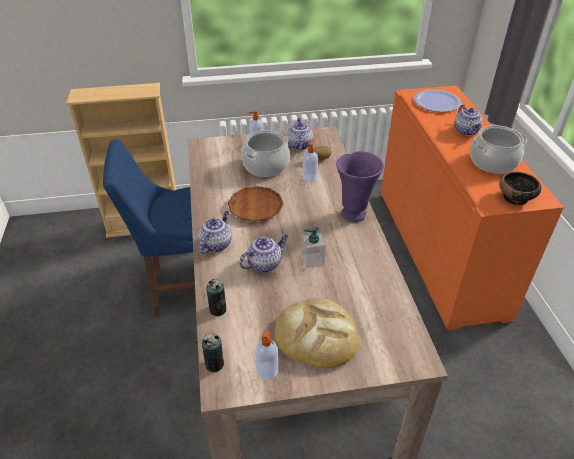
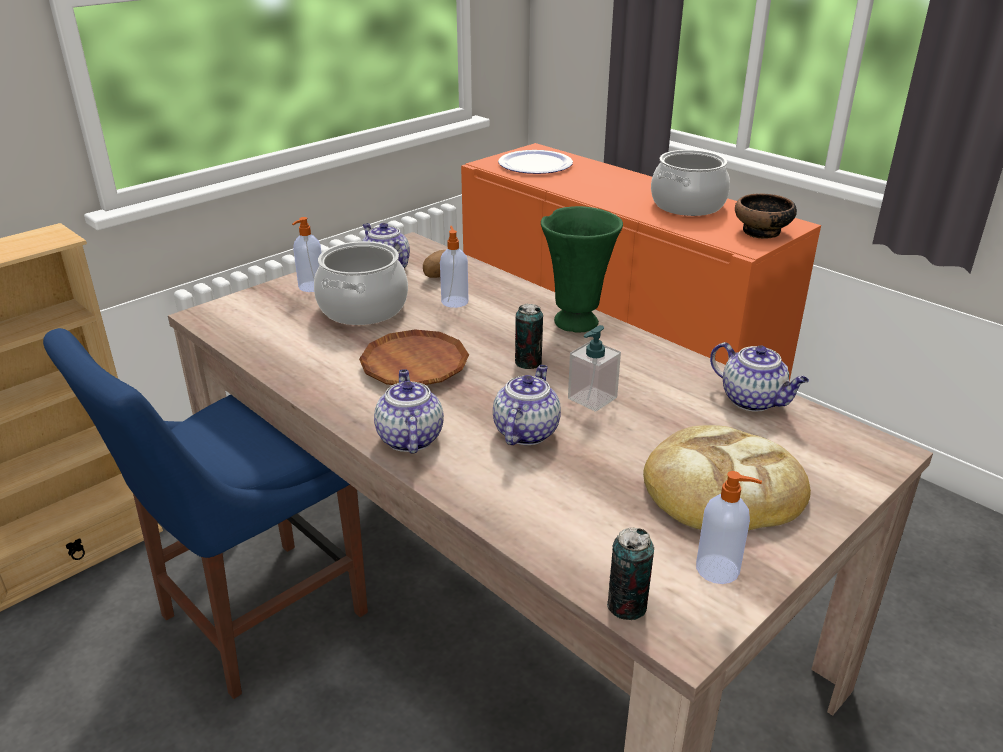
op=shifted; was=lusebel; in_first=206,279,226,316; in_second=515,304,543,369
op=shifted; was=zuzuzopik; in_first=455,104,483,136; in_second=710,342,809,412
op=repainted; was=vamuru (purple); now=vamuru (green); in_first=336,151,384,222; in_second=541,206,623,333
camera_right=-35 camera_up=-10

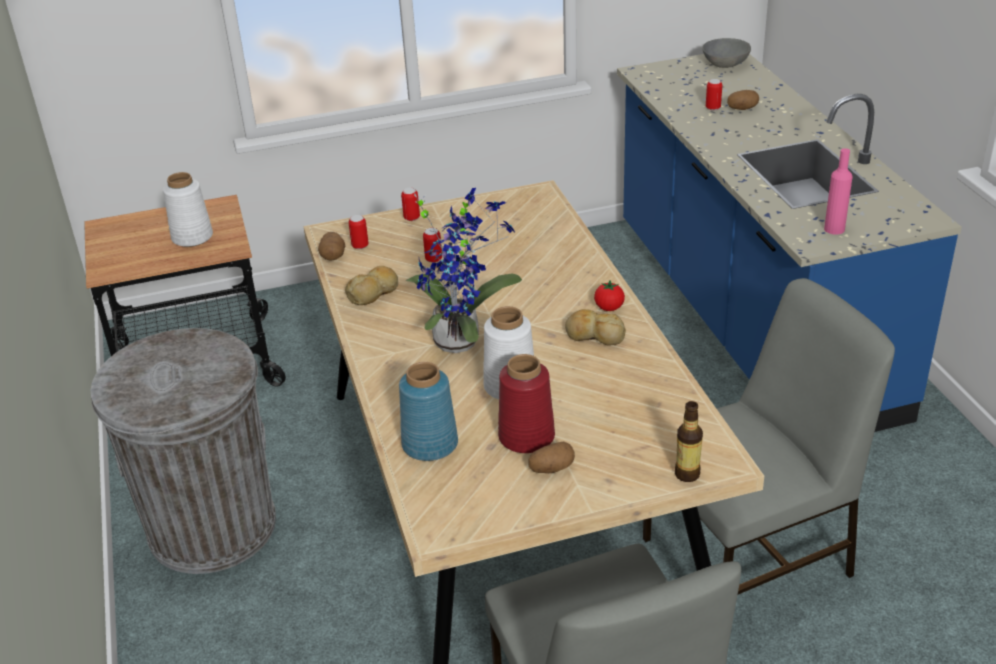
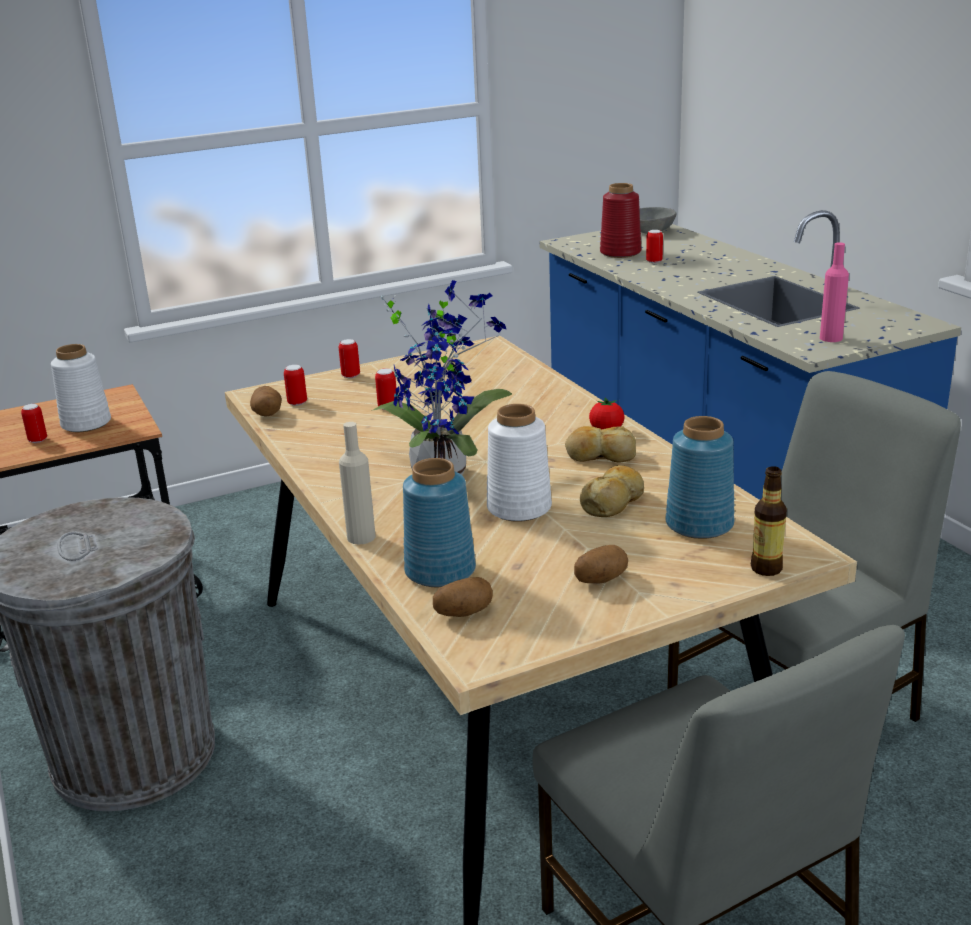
op=new; now=lusebel; in_second=21,404,47,443
op=new; now=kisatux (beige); in_second=339,422,376,545
op=new; now=vamuru (blue); in_second=665,416,734,539
op=shifted; was=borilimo; in_first=345,266,398,305; in_second=580,465,644,517
op=shifted; was=vamuru (red); in_first=498,354,555,453; in_second=600,183,641,258
op=shifted; was=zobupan; in_first=727,90,759,110; in_second=433,577,493,617
camera_right=-10 camera_up=-10

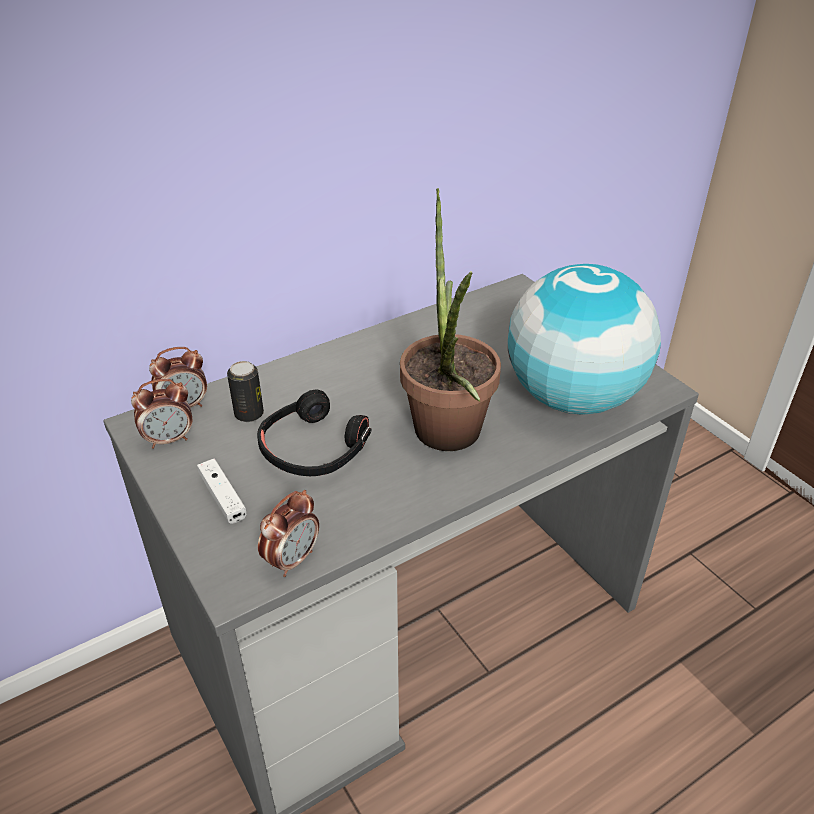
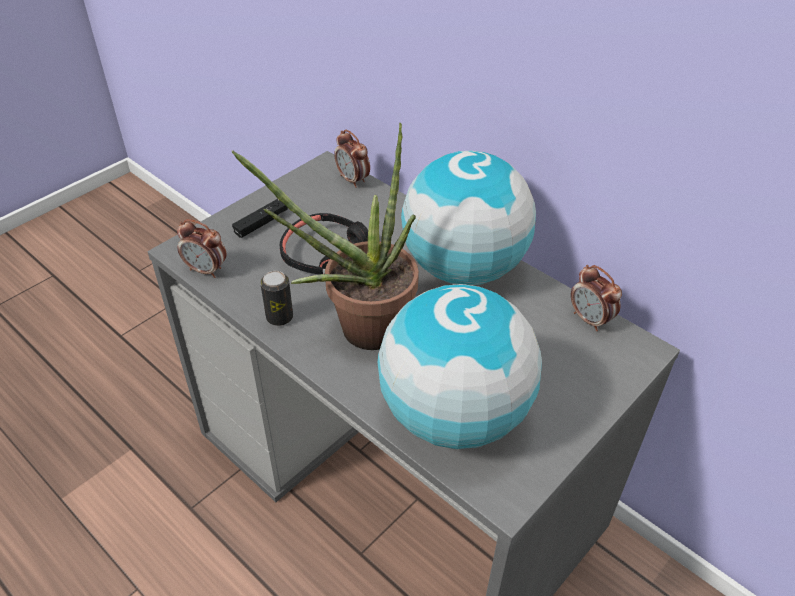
op=new; now=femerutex; in_second=401,151,536,285
op=shifted; was=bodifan; in_first=131,379,192,449; in_second=571,265,622,331
op=shifted; was=lusebel; in_first=227,361,264,422; in_second=260,271,293,326
op=repainted; was=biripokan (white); now=biripokan (black); in_first=197,459,246,524; in_second=232,199,288,238
camera_right=75 camera_up=5

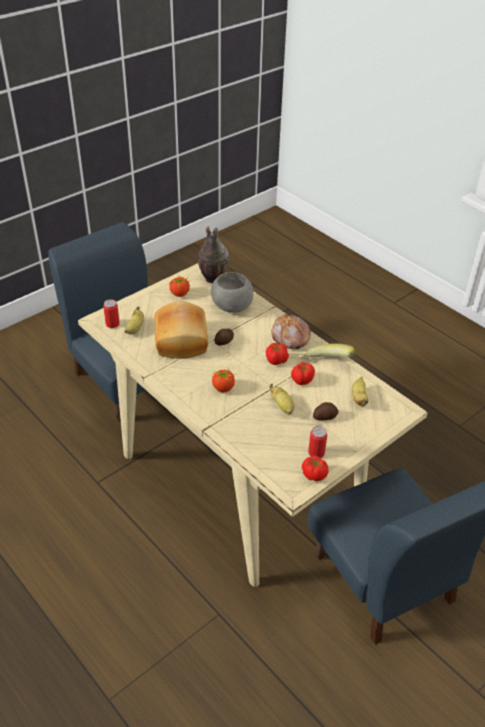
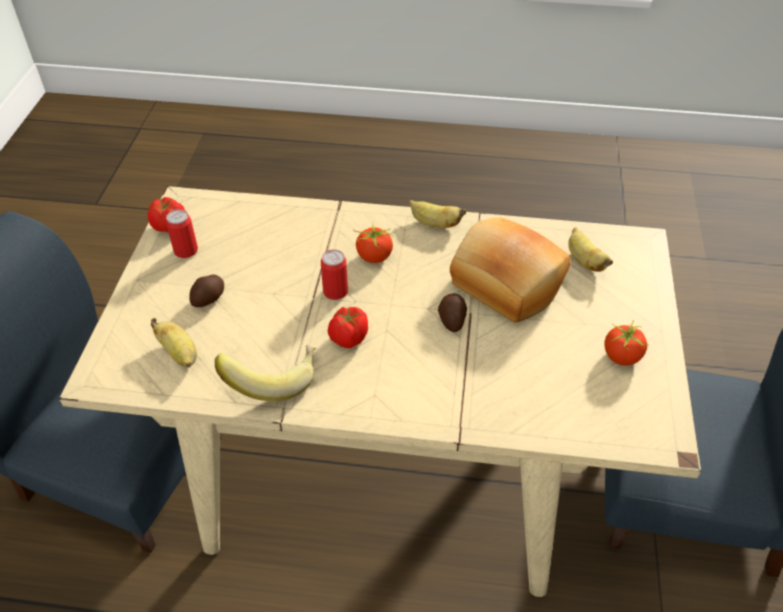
op=gone; was=vamuru; in_first=197,227,229,284
op=gone; was=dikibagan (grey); in_first=211,272,254,313
op=gone; was=borilimo; in_first=271,314,311,350
op=gone; was=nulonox; in_first=291,362,315,385
op=shifted; was=lusebel; in_first=103,299,120,328; in_second=321,249,348,300
op=shifted; was=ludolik; in_first=269,384,294,414; in_second=409,200,466,228
camera_right=140 camera_up=5

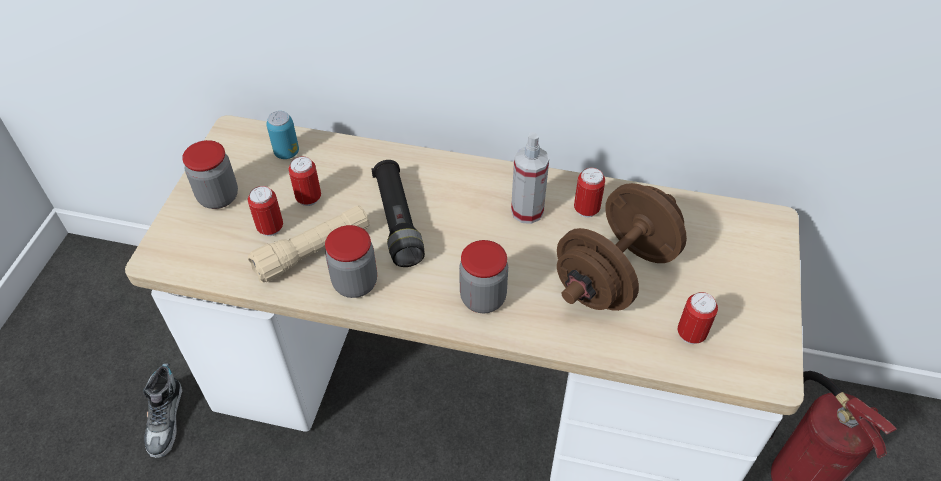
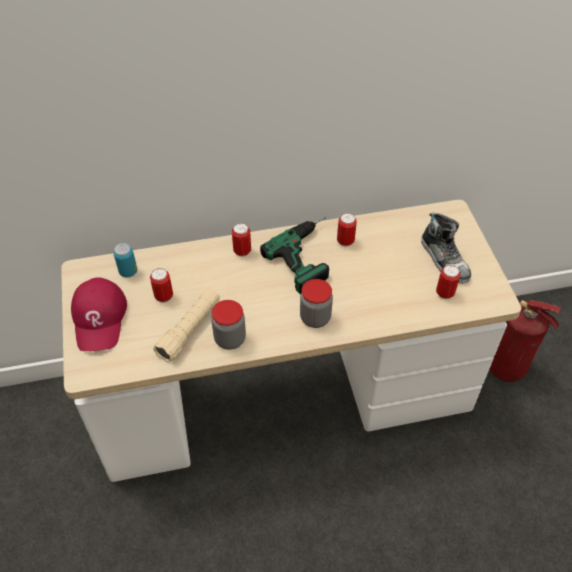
op=gone; was=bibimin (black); in_first=371,160,425,267
op=gone; was=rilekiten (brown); in_first=557,183,687,311
op=shifted; was=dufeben; in_first=143,364,183,458; in_second=421,212,471,284
op=shifted; was=lusebel; in_first=248,186,283,236; in_second=232,223,251,257
op=swapped; was=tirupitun; now=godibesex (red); in_first=182,140,238,209; in_second=71,277,127,351
op=swapped; was=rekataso; now=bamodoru; in_first=511,132,549,224; in_second=260,217,329,294
camera_right=-25 camera_up=0

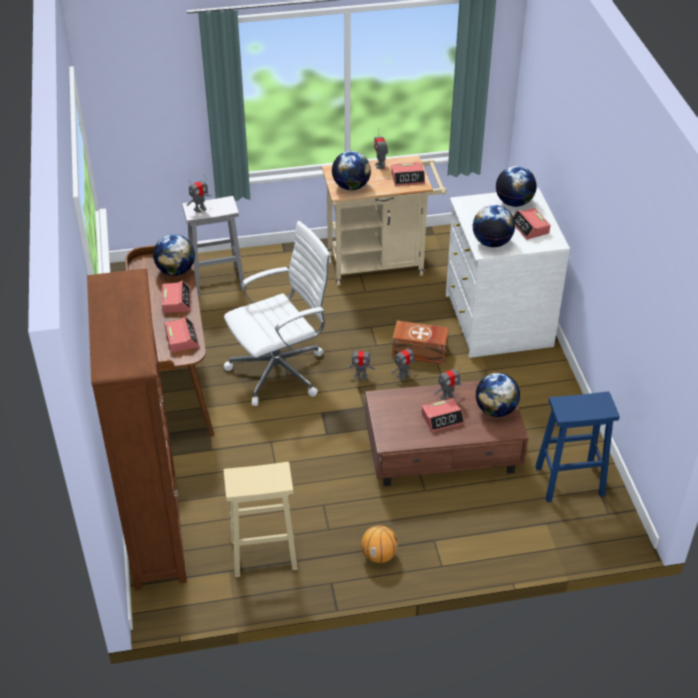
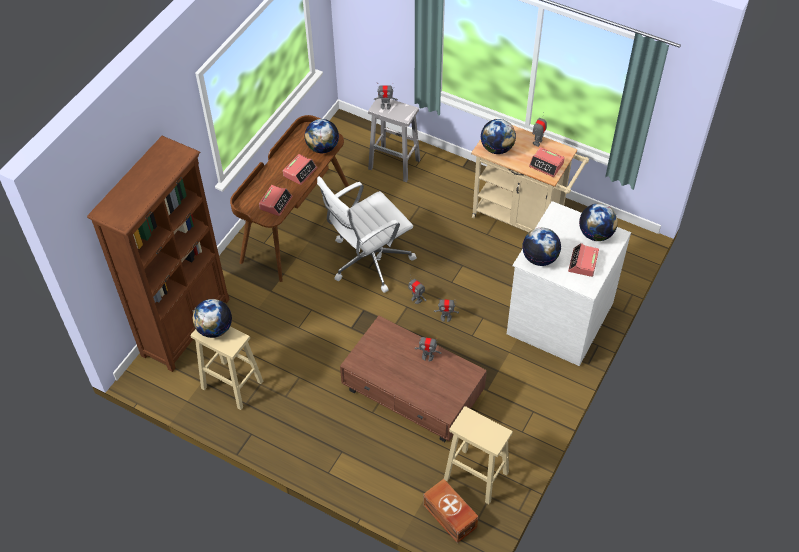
op=gone; was=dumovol; in_first=361,525,398,563
op=gone; was=bodifan; in_first=422,398,464,432
op=shifted; was=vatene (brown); in_first=392,321,449,364; in_second=423,479,479,543
op=shifted; was=femerutex; in_first=475,373,520,417; in_second=192,299,232,338
op=repainted; was=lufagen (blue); now=lufagen (beige); in_first=535,392,619,502; in_second=444,406,513,504
op=rotated; was=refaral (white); in_first=224,221,331,406; in_second=317,176,417,293; clockwise=135
camera_right=40 camera_up=10

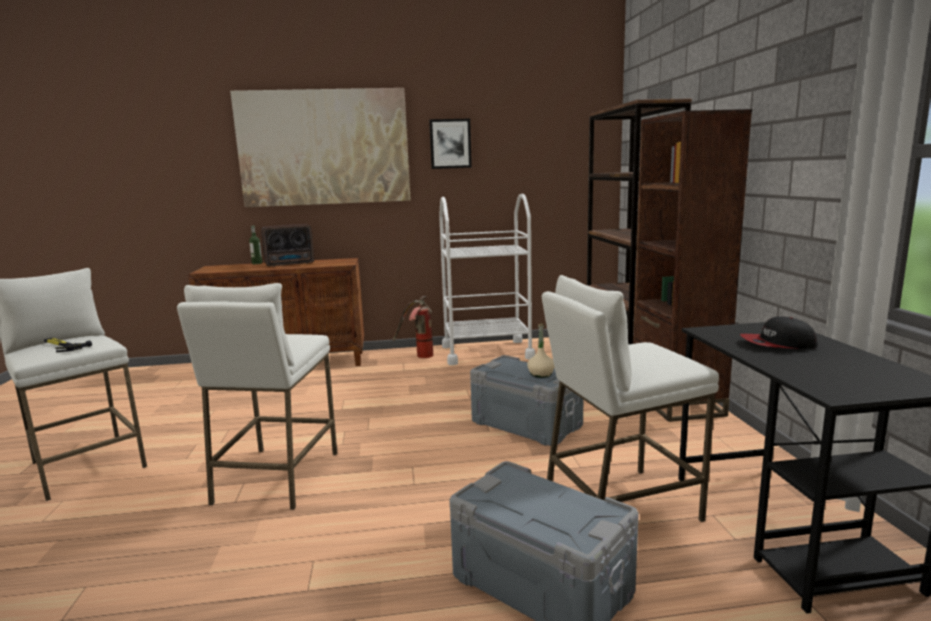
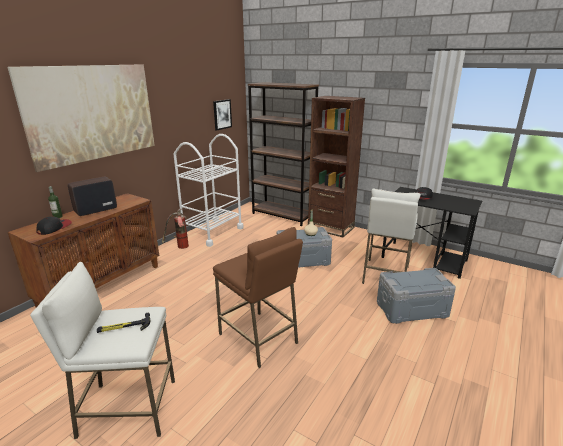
op=new; now=godibesex; in_second=36,216,72,235
op=shifted; was=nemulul; in_first=429,118,472,169; in_second=213,99,232,130
op=repainted; was=lufagen (white); now=lufagen (brown); in_first=177,283,337,510; in_second=213,227,303,368
op=rotated; was=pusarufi; in_first=261,224,314,267; in_second=68,177,117,216; clockwise=-150
camera_right=-50 camera_up=10

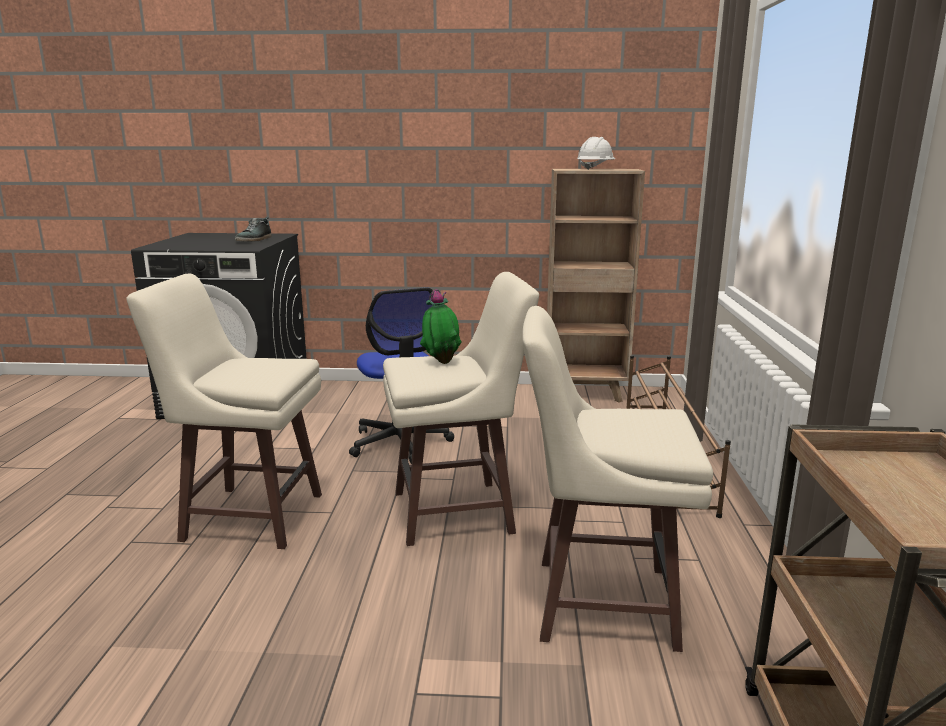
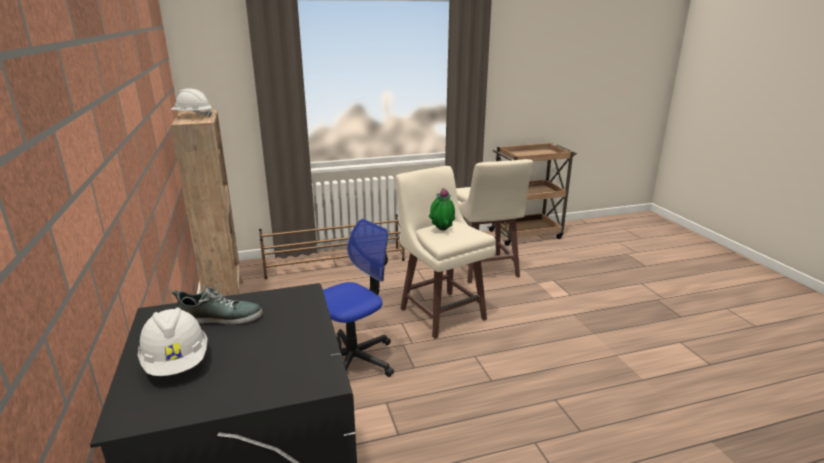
op=gone; was=lufagen (beige); in_first=126,274,322,549
op=new; now=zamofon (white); in_second=138,307,208,376
camera_right=-110 camera_up=5

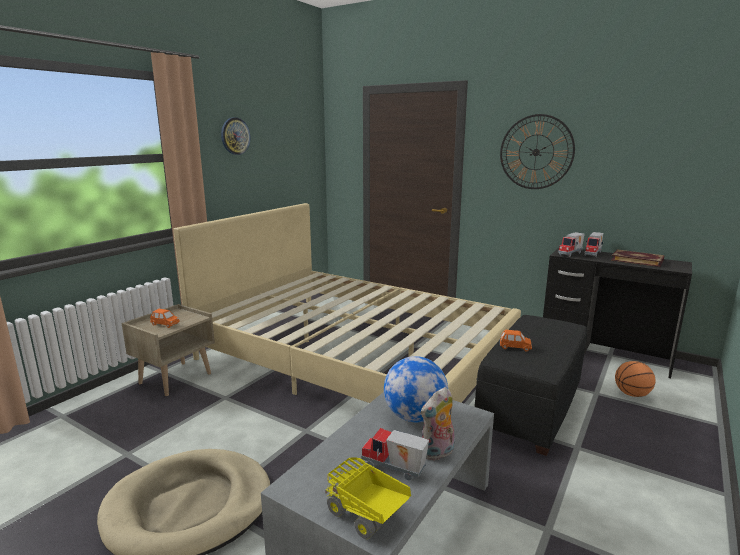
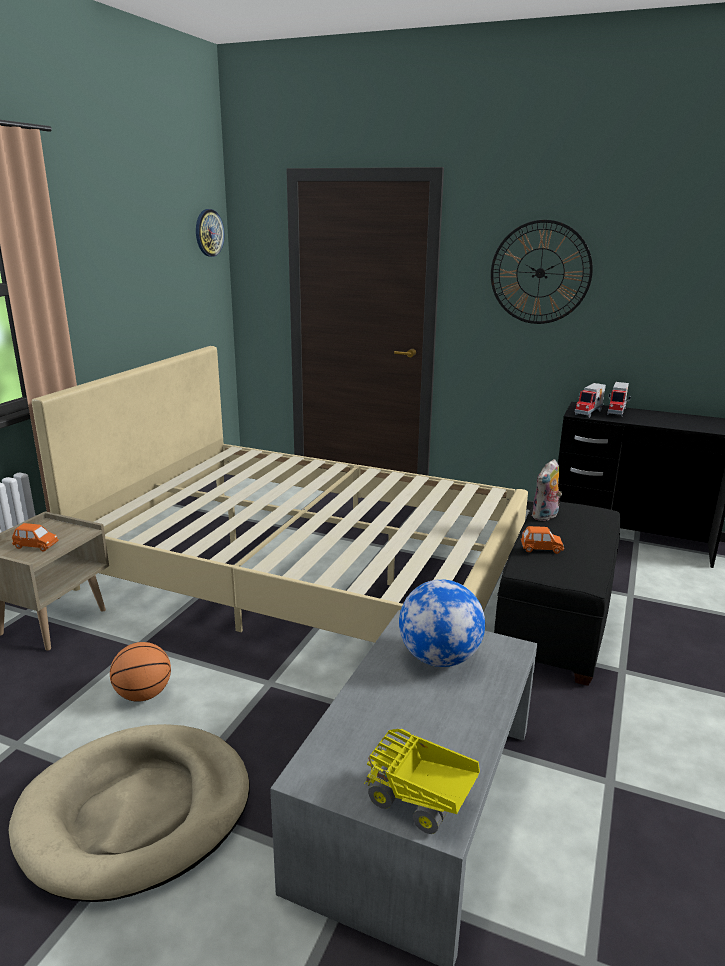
op=gone; was=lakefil; in_first=361,428,429,481
op=gone; was=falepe; in_first=611,249,664,267
op=shifted; was=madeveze; in_first=221,117,250,155; in_second=196,209,224,257
op=shifted; was=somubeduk; in_first=421,387,455,460; in_second=532,459,562,521
op=shifted; was=dumovol; in_first=615,361,655,397; in_second=110,642,171,702
camera_right=-10 camera_up=5

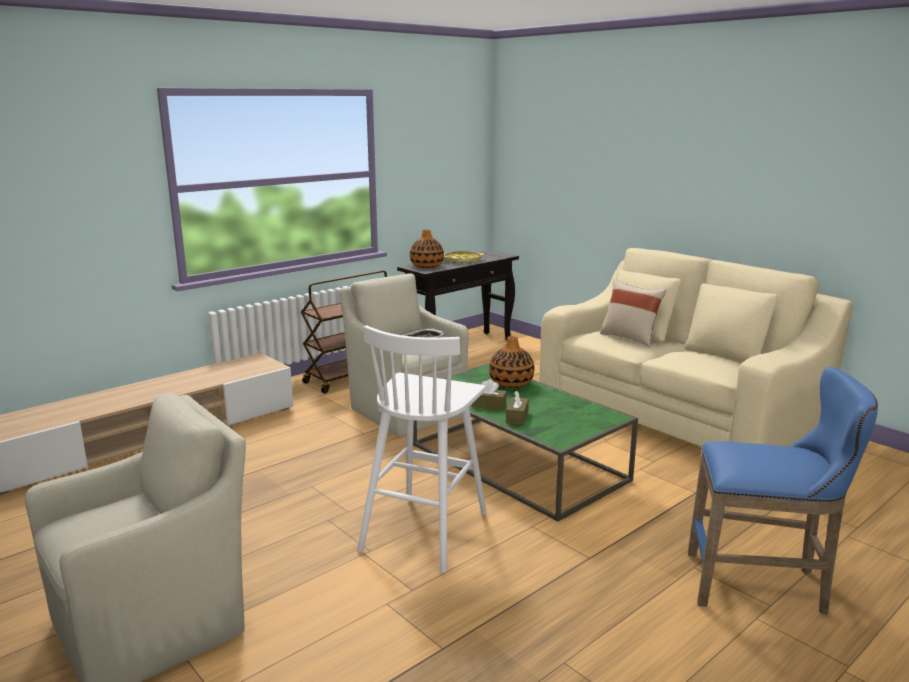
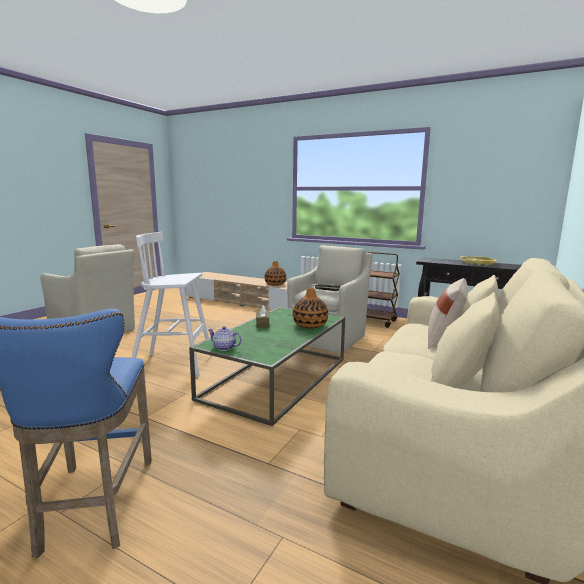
op=gone; was=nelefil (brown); in_first=506,390,529,425
op=new; now=zuzuzopik; in_second=208,326,242,351
op=shifted; was=vamuru; in_first=410,229,444,268; in_second=264,261,286,286
camera_right=70 camera_up=-5

